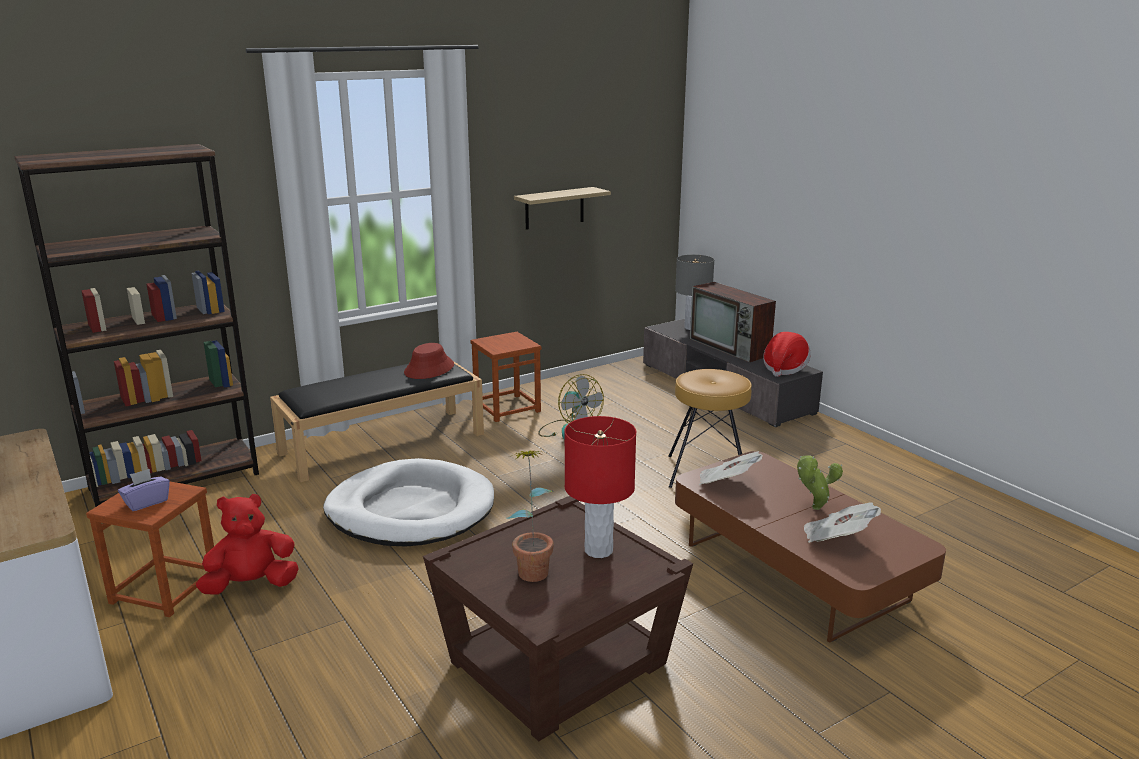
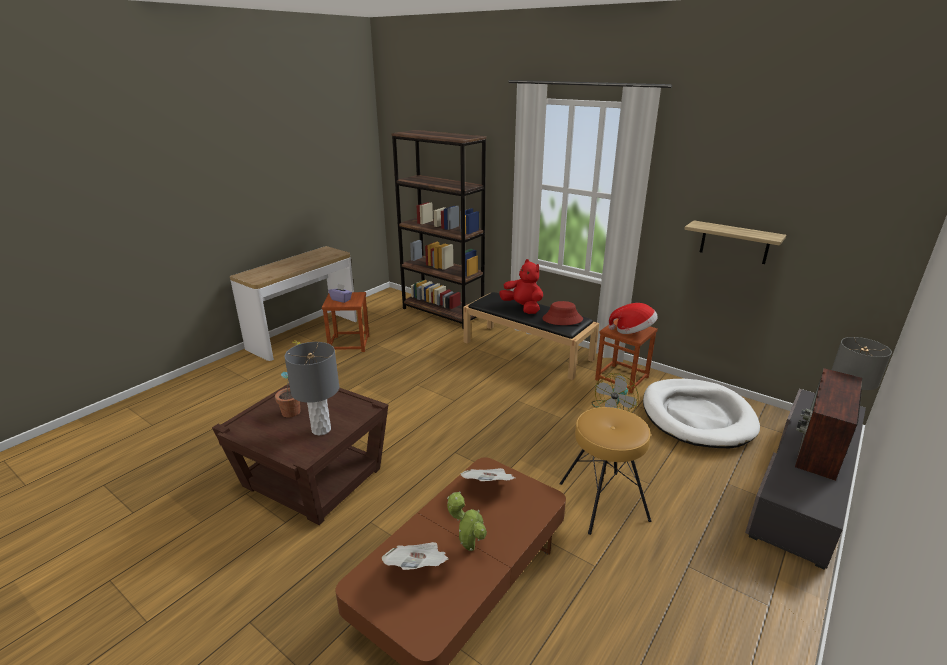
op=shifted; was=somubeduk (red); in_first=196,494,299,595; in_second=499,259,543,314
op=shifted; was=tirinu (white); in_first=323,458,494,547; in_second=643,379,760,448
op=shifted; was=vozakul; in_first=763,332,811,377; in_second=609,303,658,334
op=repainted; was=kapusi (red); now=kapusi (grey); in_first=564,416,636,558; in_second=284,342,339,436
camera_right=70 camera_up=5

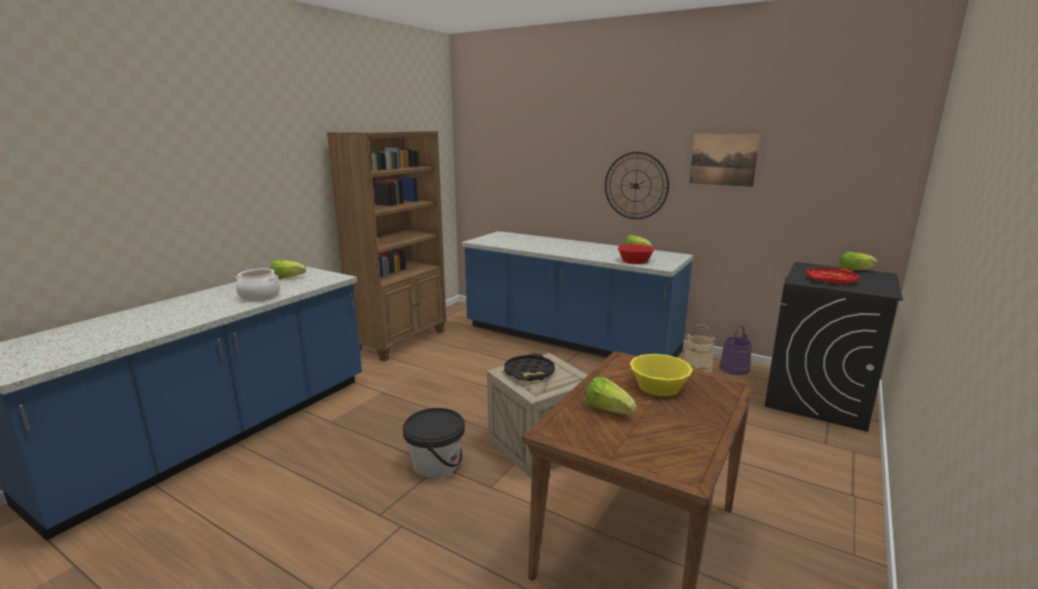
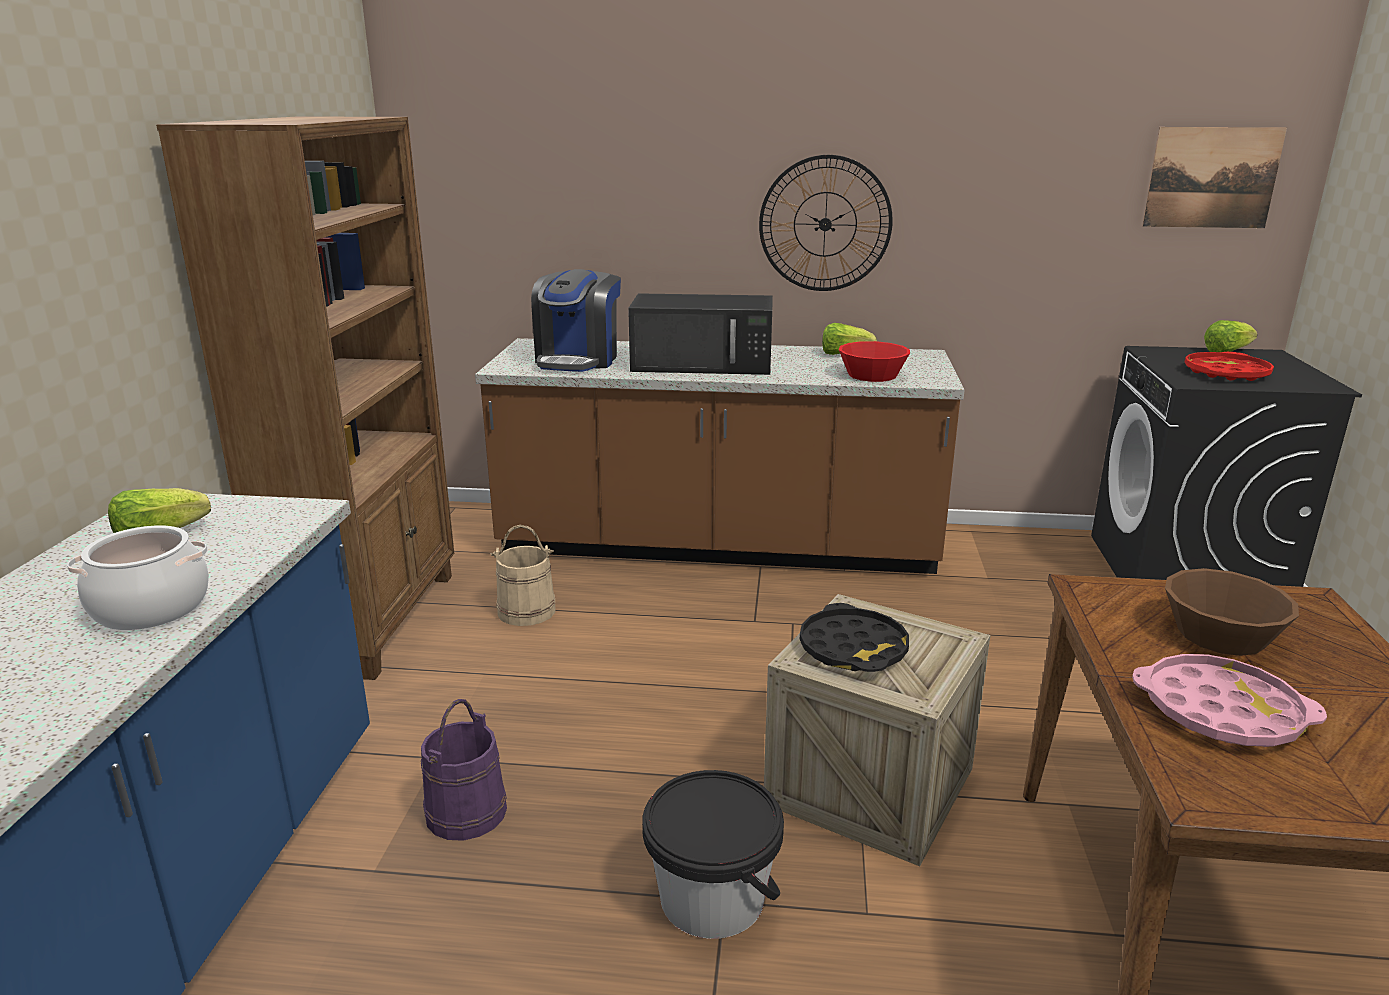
op=new; now=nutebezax; in_second=531,269,621,372
op=new; now=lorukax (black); in_second=628,293,773,375
op=shifted; was=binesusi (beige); in_first=683,324,717,372; in_second=491,525,555,626
op=shifted; was=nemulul; in_first=690,133,760,187; in_second=1142,127,1287,228
op=shifted; was=binesusi (purple); in_first=720,325,752,375; in_second=421,699,507,841
op=swapped; was=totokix; now=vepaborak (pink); in_first=585,377,637,414; in_second=1132,654,1327,747
op=repainted; was=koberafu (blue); now=koberafu (brown); in_first=461,231,694,358; in_second=475,338,965,574
op=repainted; was=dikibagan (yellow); now=dikibagan (brown); in_first=630,354,693,396; in_second=1165,568,1299,656
camera_right=-25 camera_up=5

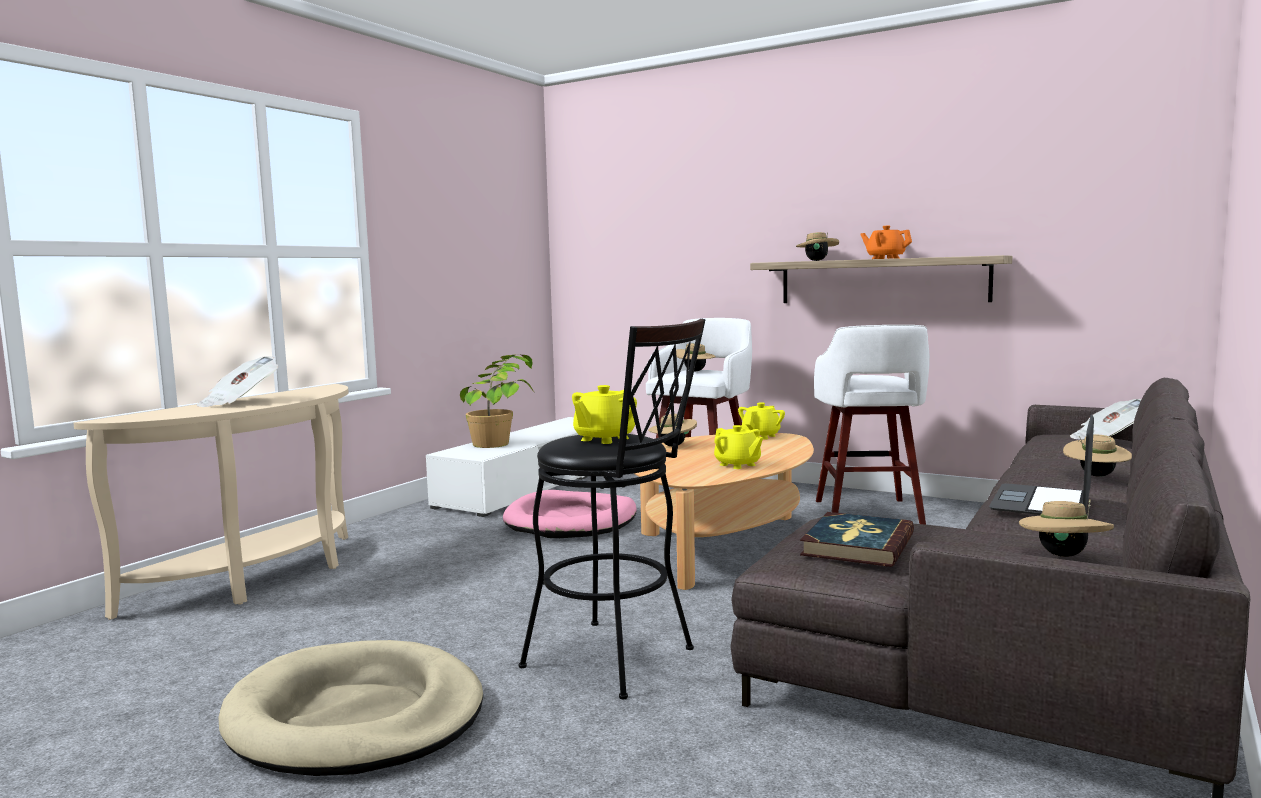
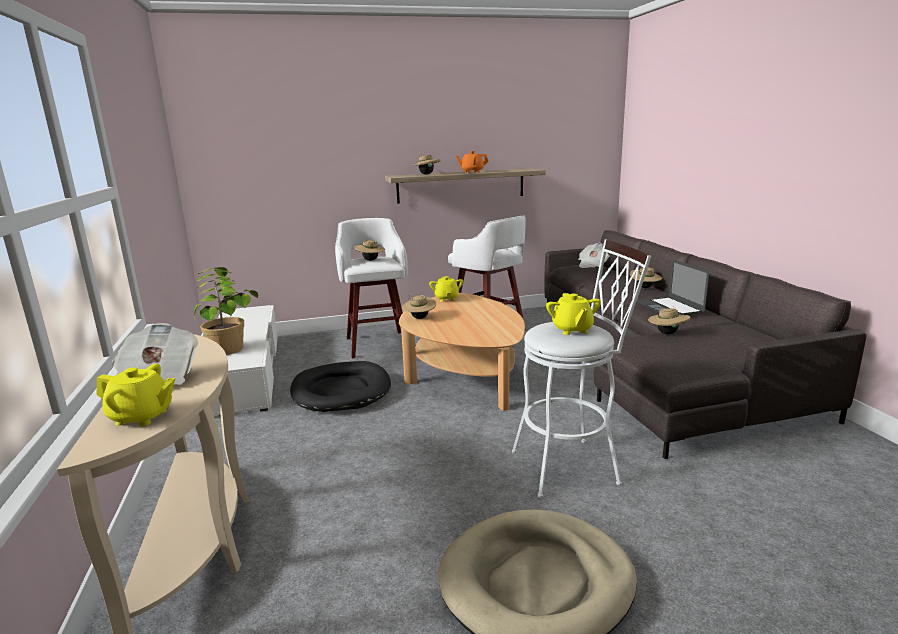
op=gone; was=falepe; in_first=800,512,914,567
op=shifted; was=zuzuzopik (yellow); in_first=714,425,763,469; in_second=97,363,175,427
op=shifted; was=vozakul (beige); in_first=1019,500,1114,557; in_second=648,306,690,334
op=repainted; was=tirinu (pink); now=tirinu (black); in_first=503,490,637,538; in_second=290,361,391,412
op=repainted; was=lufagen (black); now=lufagen (white); in_first=519,319,705,699; in_second=512,239,652,498
camera_right=-45 camera_up=10

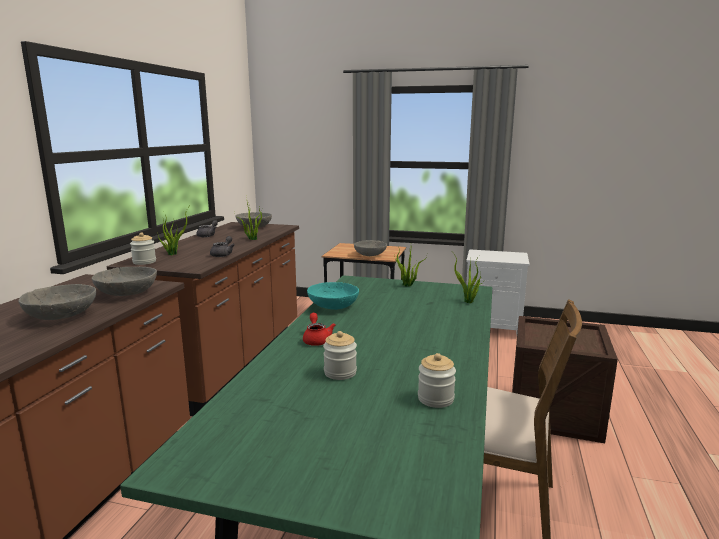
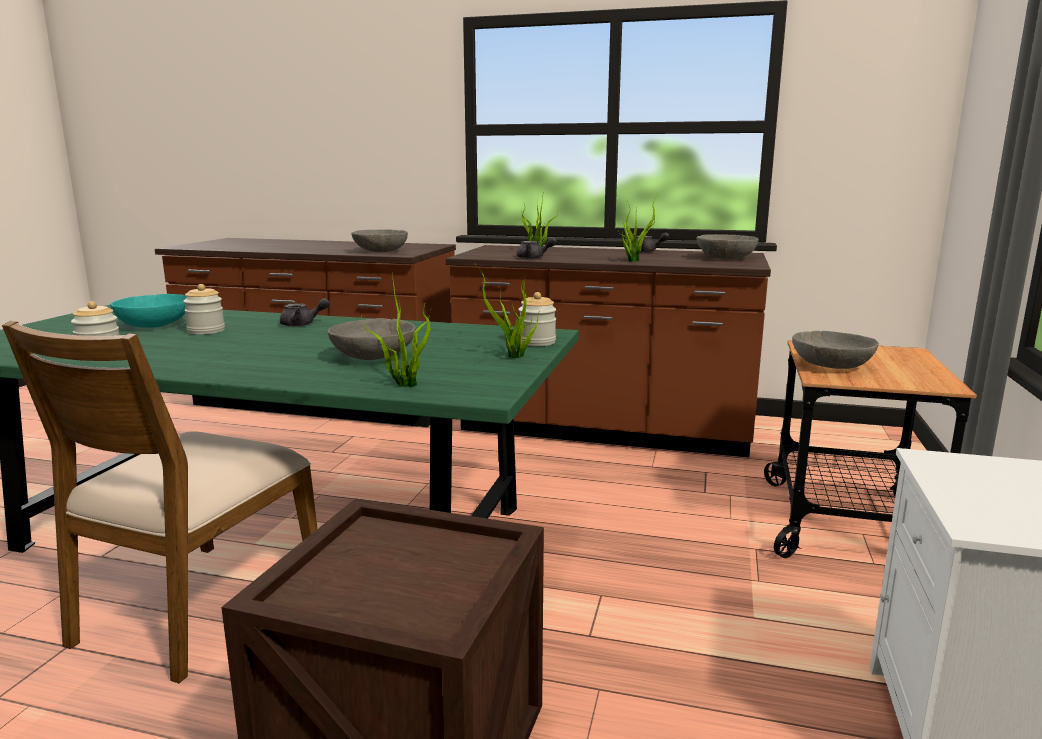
op=shifted; was=dikibagan (grey); in_first=18,284,96,320; in_second=328,318,416,360
op=shifted; was=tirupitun; in_first=130,233,156,265; in_second=518,292,556,346
op=shifted; was=dikibagan (turquoise); in_first=307,282,359,310; in_second=110,294,187,328
op=repainted; was=zuzuzopik (red); now=zuzuzopik (grey); in_first=303,313,335,346; in_second=280,298,330,327
camera_right=90 camera_up=0

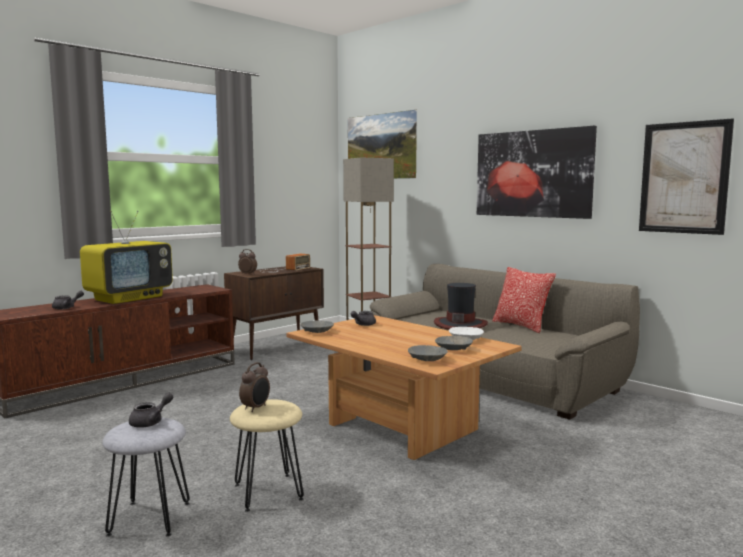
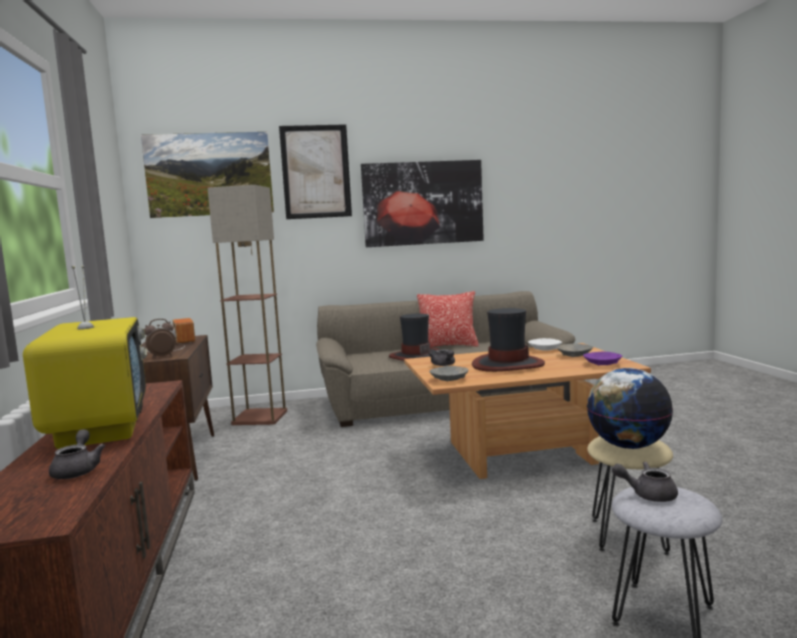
op=new; now=vozakul; in_second=472,308,545,372
op=shifted; was=nemulul; in_first=639,118,734,235; in_second=279,124,352,219
op=swapped; was=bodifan; now=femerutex; in_first=239,362,270,412; in_second=587,368,673,449
op=repainted; was=dikibagan (grey); now=dikibagan (purple); in_first=408,345,448,361; in_second=583,351,622,365
op=rotated; was=zuzuzopik (grey); in_first=129,392,173,428; in_second=612,462,678,502; clockwise=-60
camera_right=-55 camera_up=0

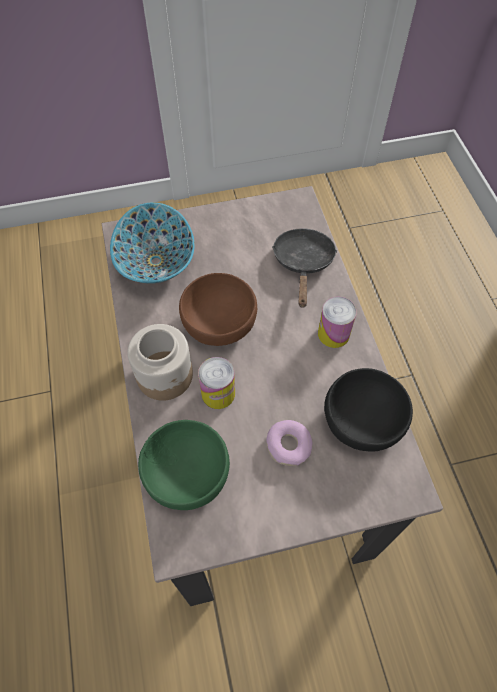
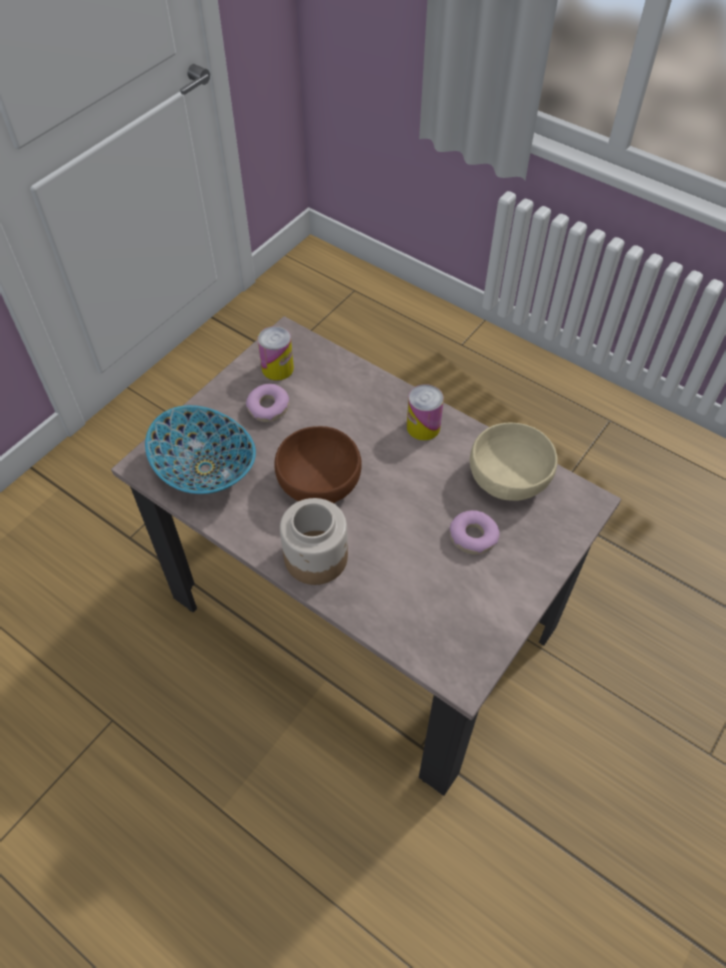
op=gone; was=dikibagan (green); in_first=138,420,230,510
op=gone; was=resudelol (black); in_first=272,228,337,308
op=new; now=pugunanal; in_second=246,384,289,422
op=shifted; was=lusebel; in_first=198,357,235,409; in_second=258,326,294,381
op=repainted; was=dikibagan (black); now=dikibagan (beige); in_first=324,368,413,451; in_second=470,422,558,501
camera_right=-40 camera_up=-5

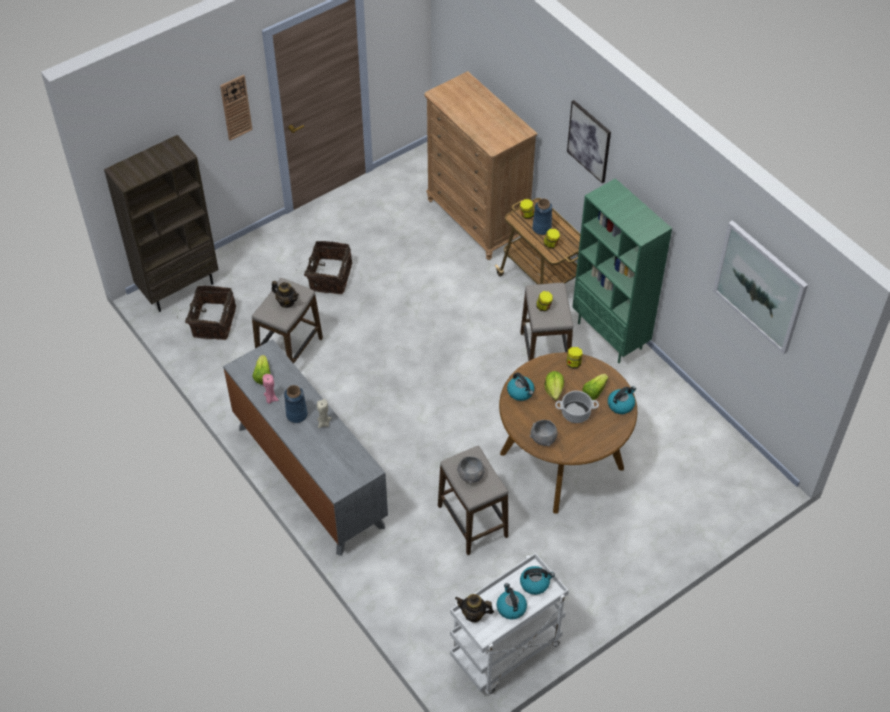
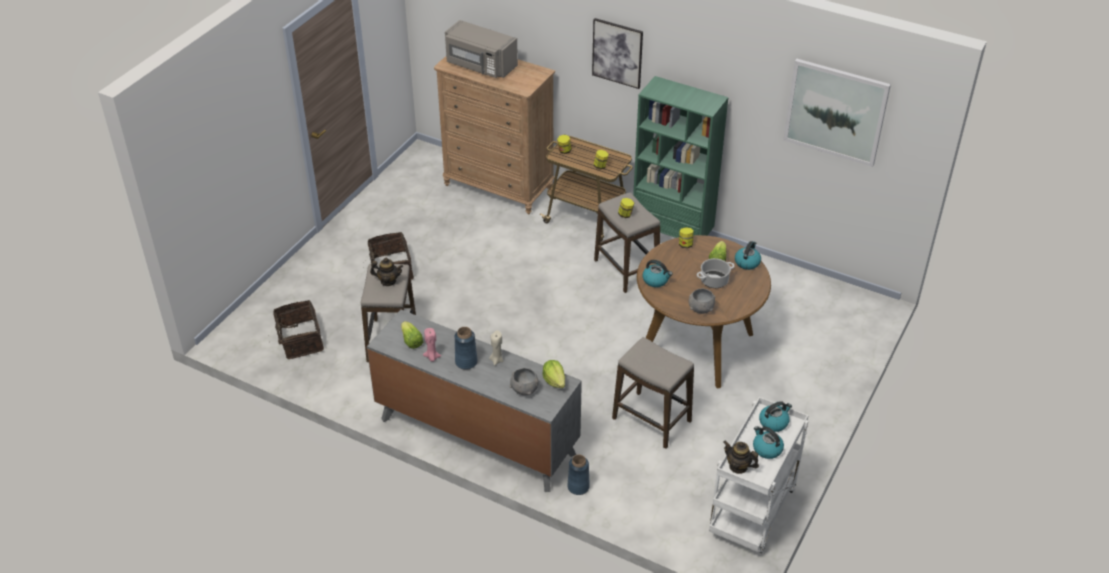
op=gone; was=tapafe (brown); in_first=104,135,219,312
op=gone; was=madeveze; in_first=220,75,253,140
op=new; now=lorukax (grey); in_second=445,20,518,78
op=shifted; was=dikibagan (grey); in_first=457,456,485,484; in_second=509,368,539,395
op=shifted; was=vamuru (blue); in_first=532,199,552,235; in_second=568,455,590,495
op=shifted; was=totokix; in_first=545,371,564,400; in_second=542,360,565,388
op=rotated; was=zuzuzopik; in_first=455,594,494,622; in_second=723,441,759,474; clockwise=45
camera_right=-25 camera_up=-10

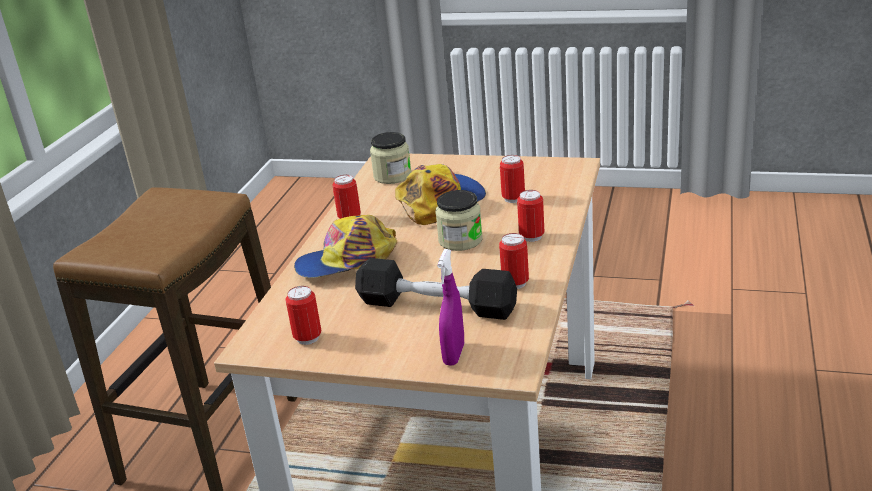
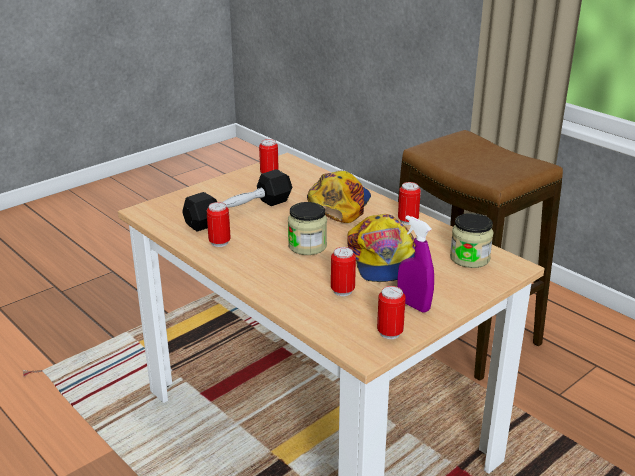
op=shifted; was=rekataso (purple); in_first=437,249,464,366; in_second=397,215,434,313
op=shifted; was=lusebel; in_first=517,190,544,242; in_second=377,286,406,339
camera_right=120 camera_up=0

